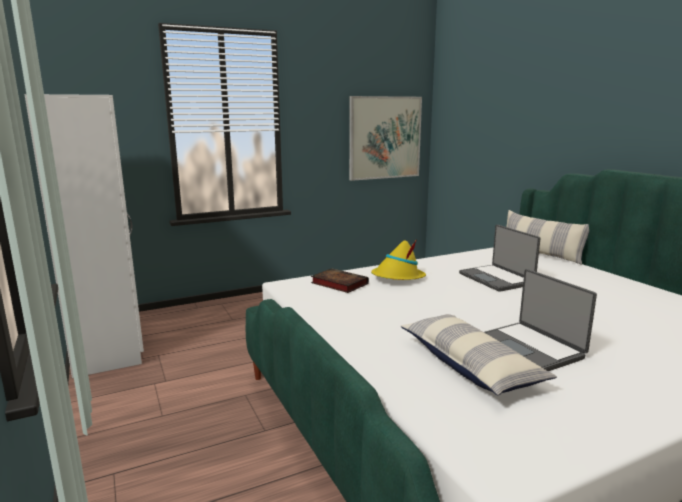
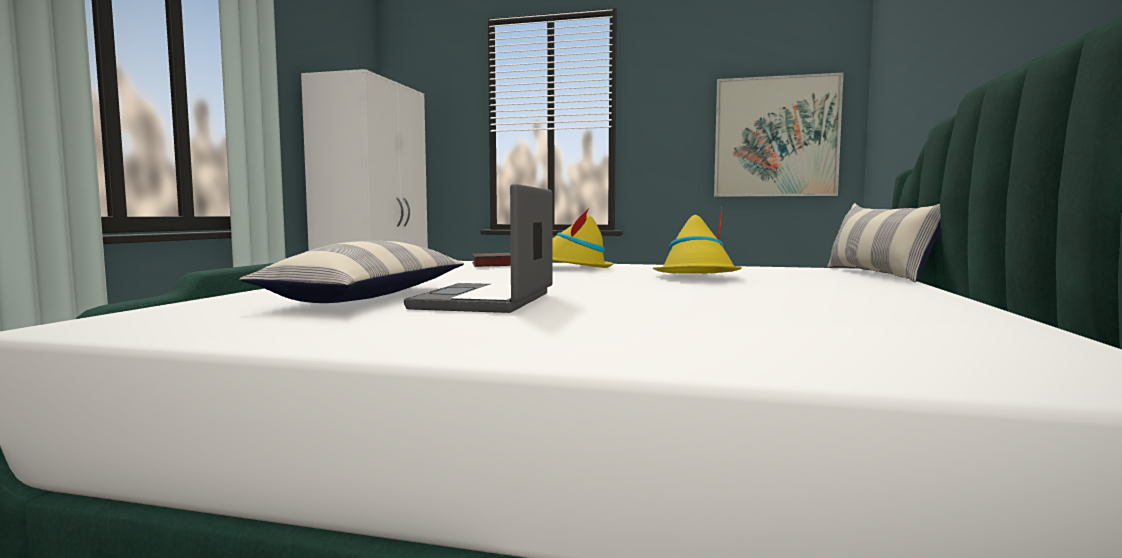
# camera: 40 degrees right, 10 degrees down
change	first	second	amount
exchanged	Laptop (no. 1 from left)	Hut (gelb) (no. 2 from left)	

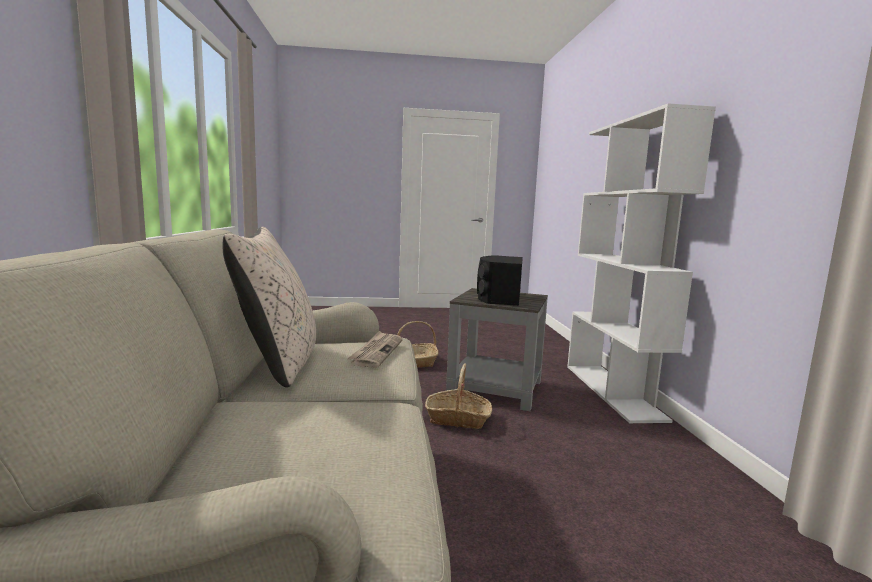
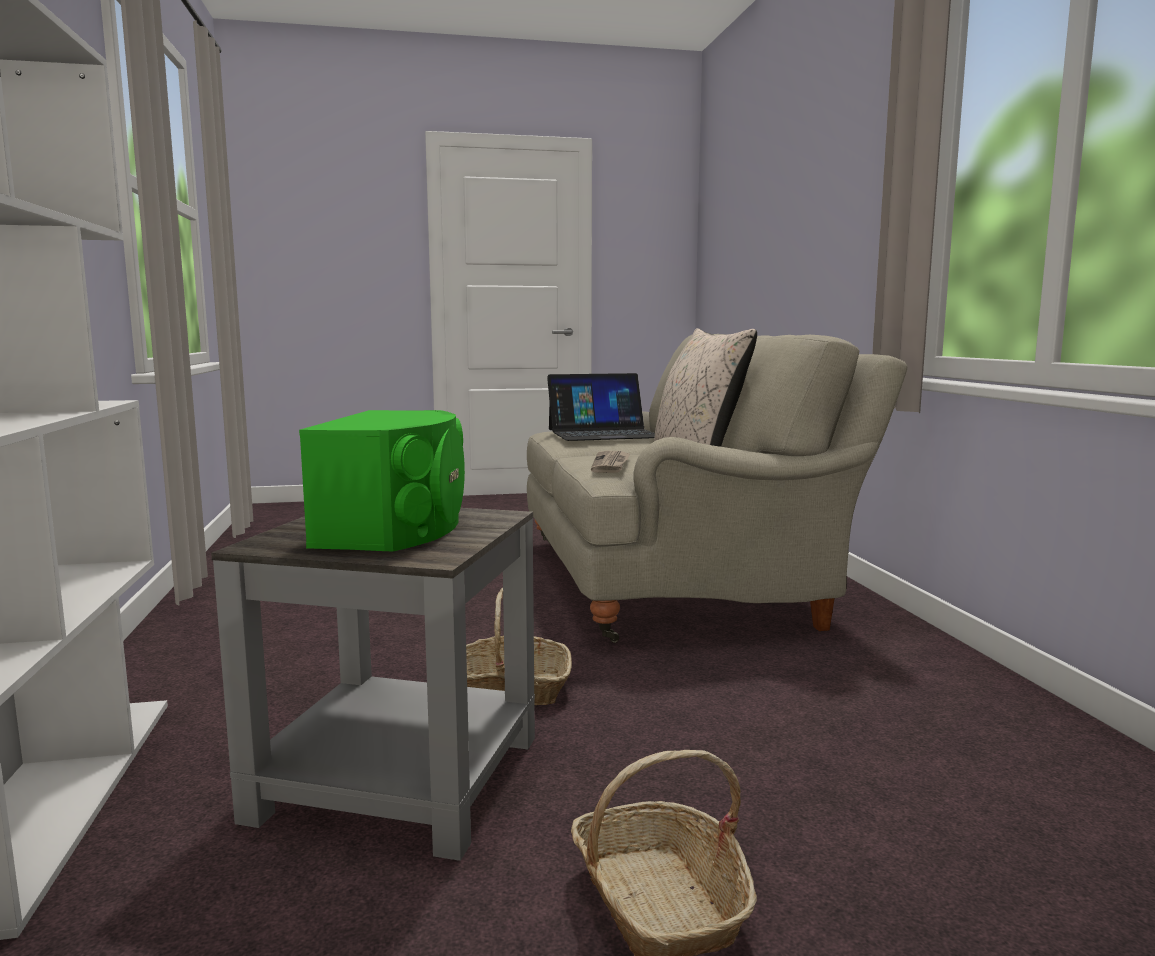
# camera: 175 degrees right, 0 degrees up
change	first	second	amount
colour	Lautsprecher (schwarz)	Lautsprecher (grün)	
appeared		Laptop	

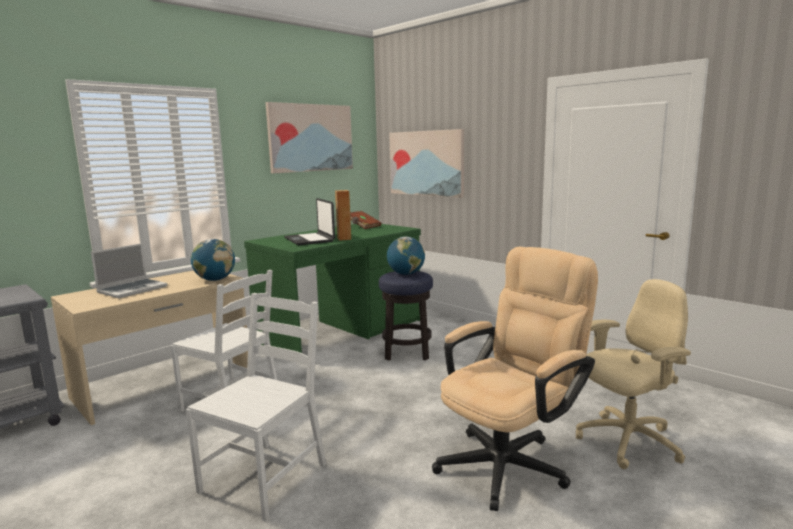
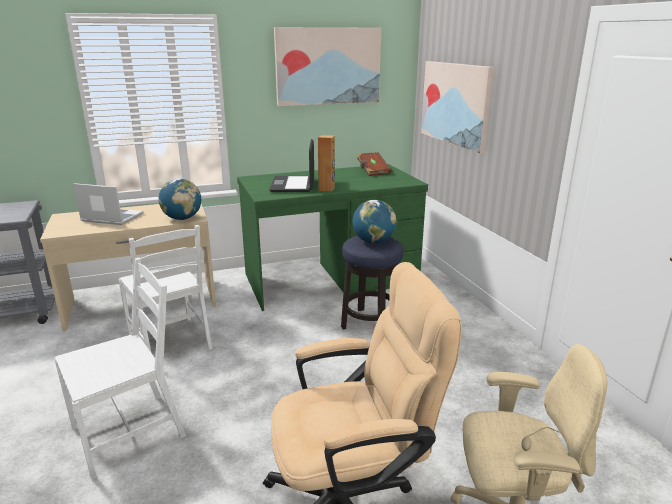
# camera: 25 degrees right, 10 degrees up
change	first	second	amount
spun	Laptop (no. 1 from left)		135 degrees counterclockwise

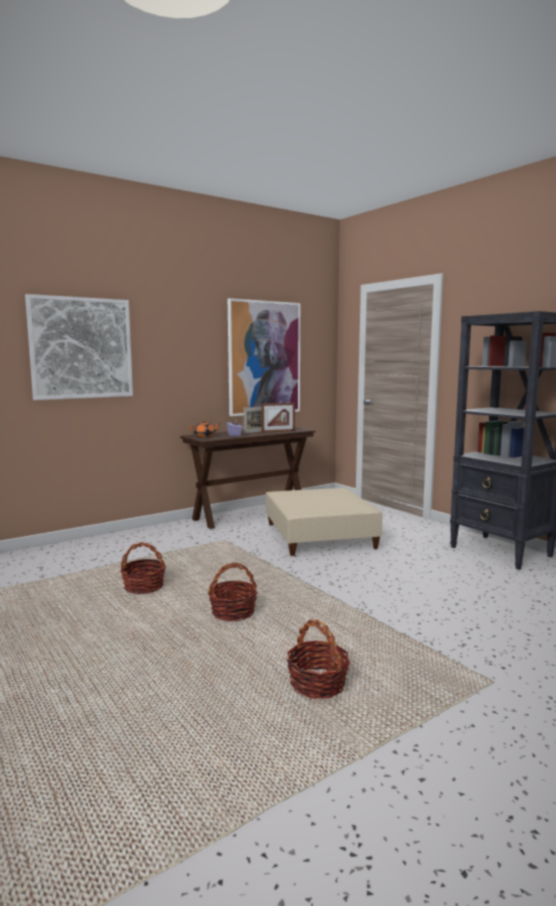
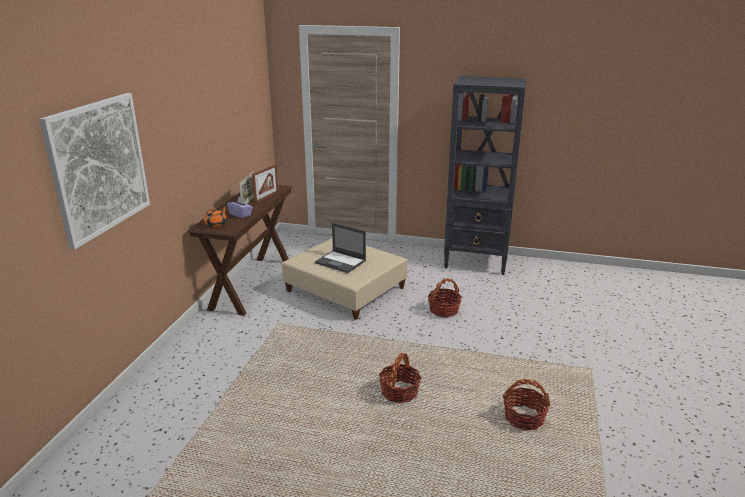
# camera: 40 degrees left, 15 degrees up
change	first	second	amount
appeared		Laptop	
relocated	Korb (no. 1 from left in the first image)	Korb (no. 2 from left)	
missing	Bild (no. 2 from left)		

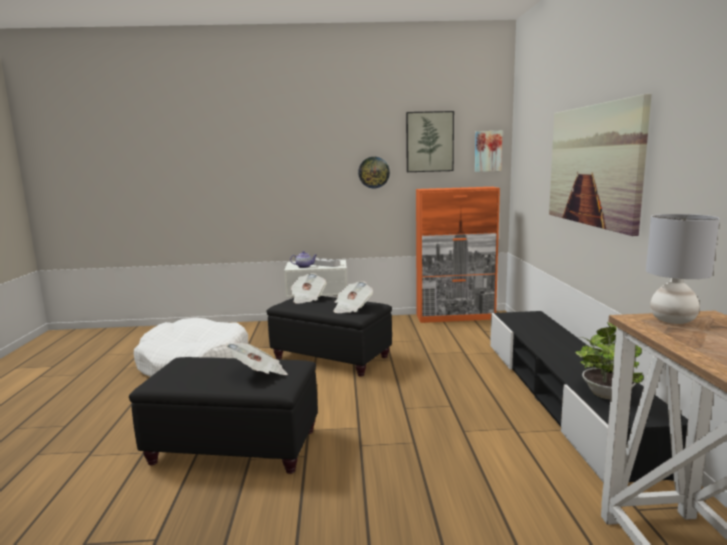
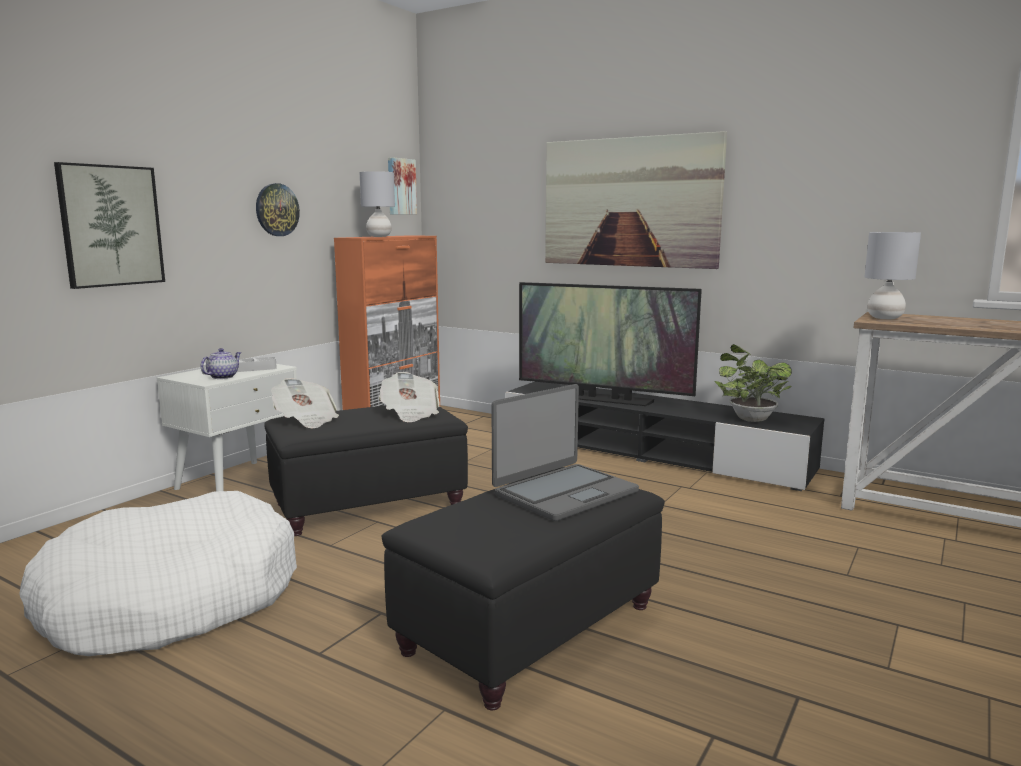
# camera: 55 degrees left, 0 degrees up
change	first	second	amount
relocated	Bild (no. 1 from left)		
appeared		Tischlampe (grau) (no. 1 from left)	
exchanged	Zeitung (no. 1 from left)	Laptop	
appeared		Fernseher	

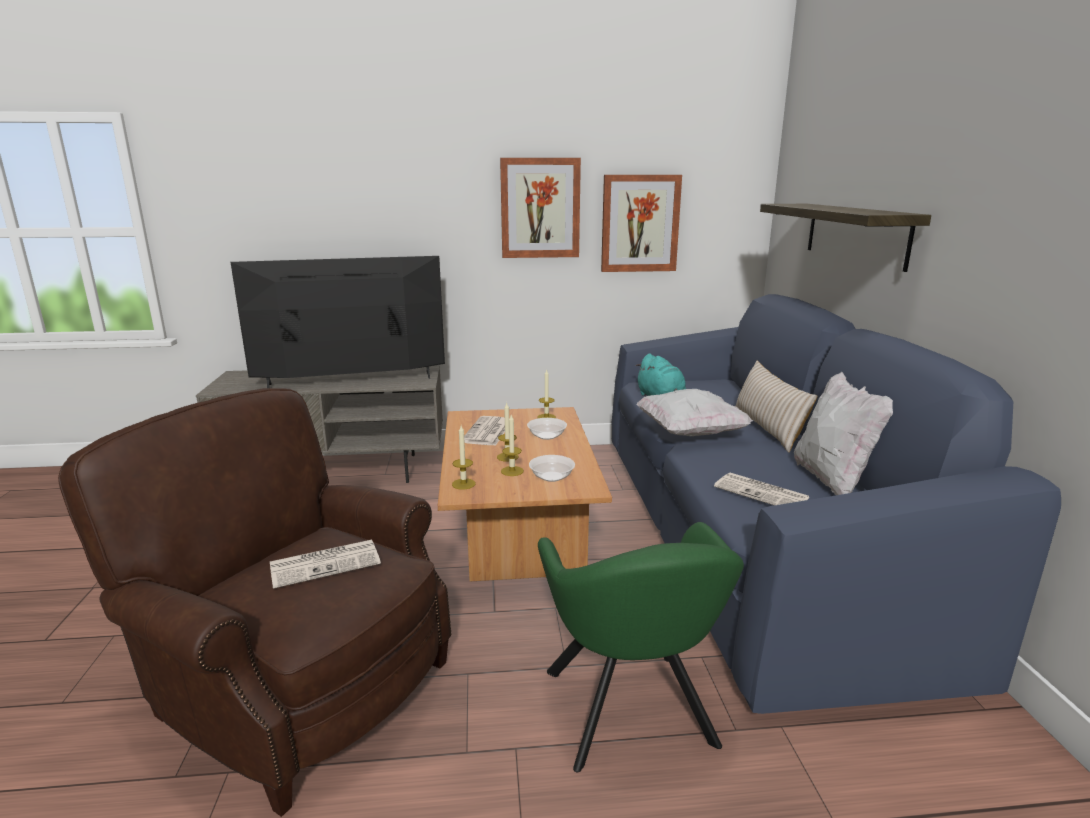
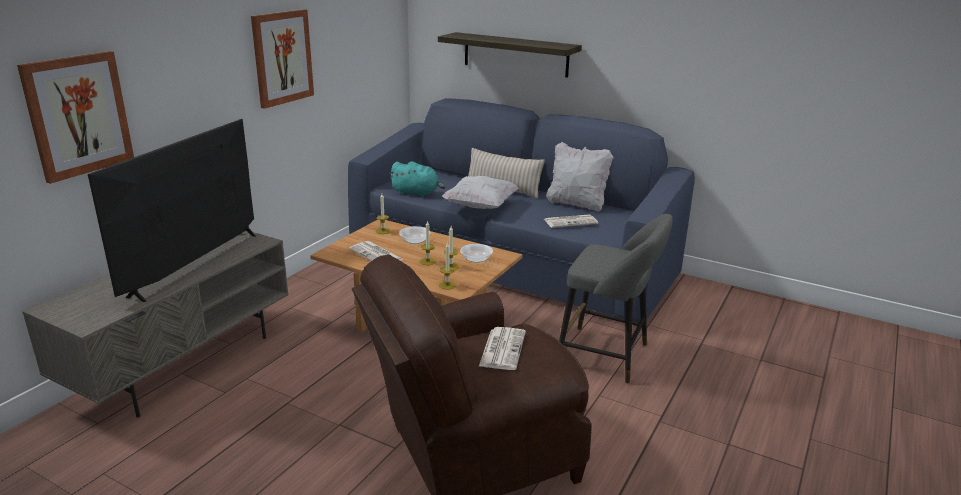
# camera: 55 degrees left, 5 degrees up
change	first	second	amount
relocated	Bild (no. 2 from left in the first image)	Bild (no. 1 from left)	
exchanged	Sessel (grün)	Hocker (grau)	

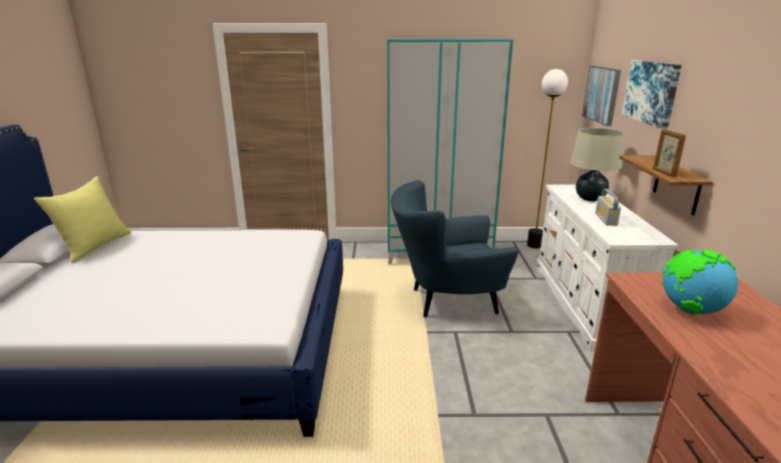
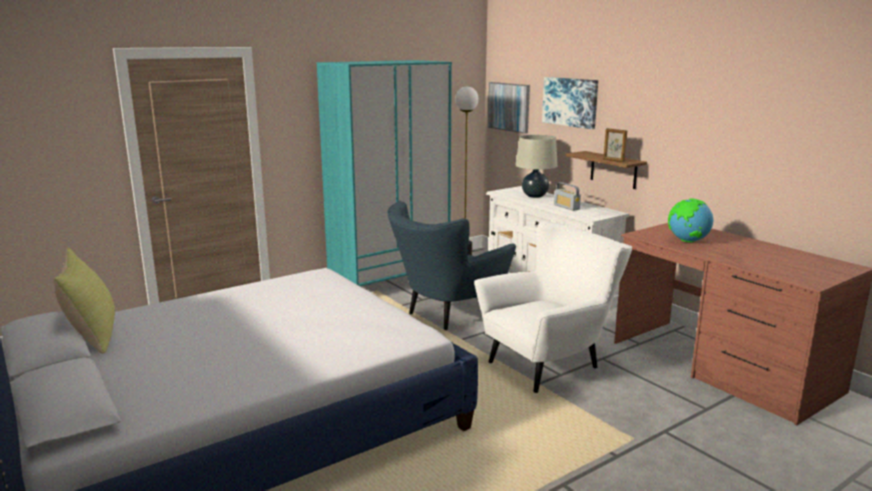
# camera: 35 degrees left, 5 degrees down
change	first	second	amount
appeared		Sessel (weiß)	

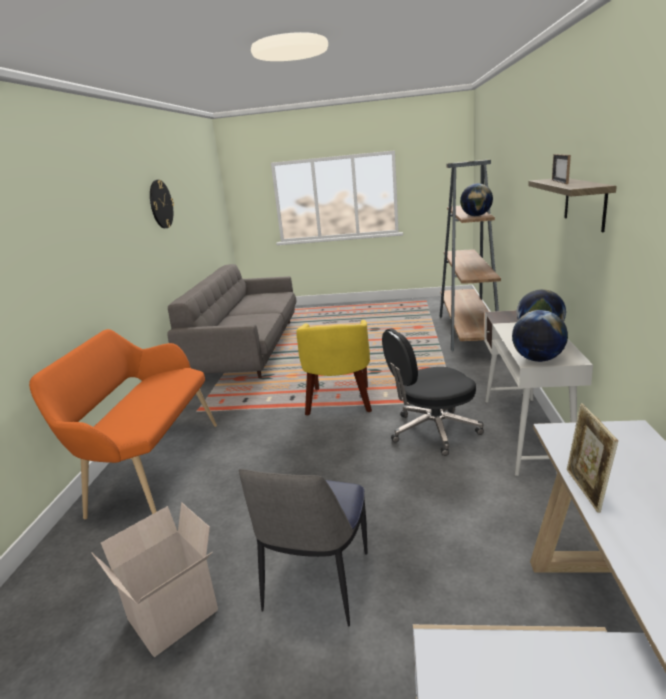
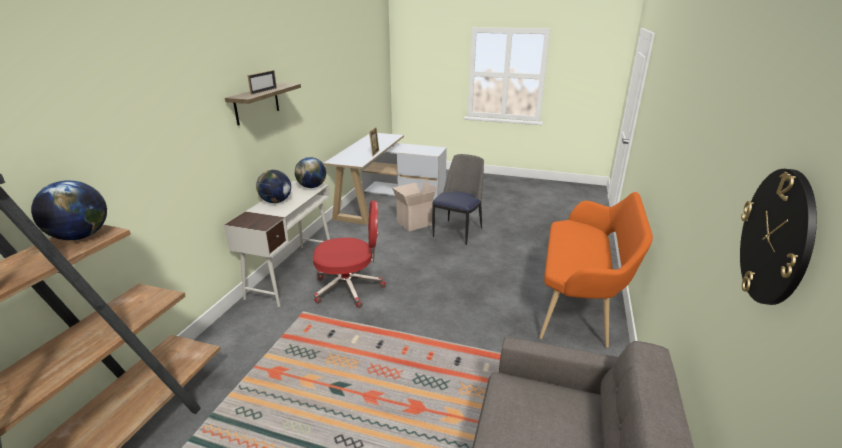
# camera: 170 degrees left, 5 degrees up
change	first	second	amount
colour	Bürostuhl (schwarz)	Bürostuhl (rot)	
relocated	Karton		
missing	Sessel (gelb)		

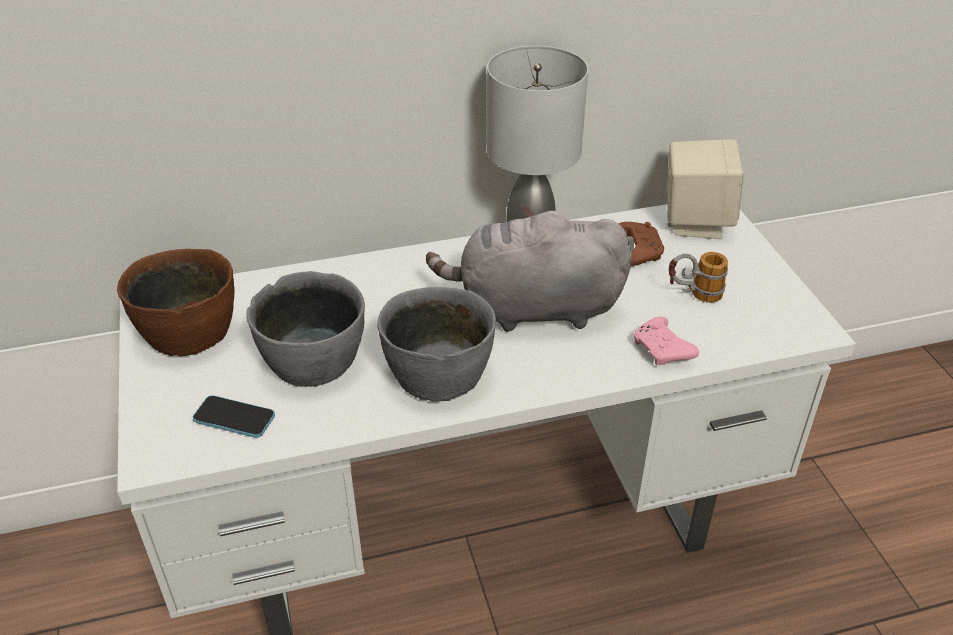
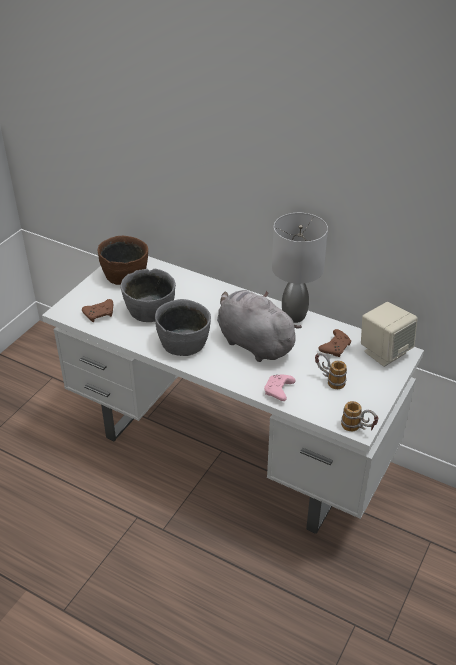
# camera: 45 degrees right, 0 degrees up
change	first	second	amount
exchanged	Handy	Gamepad (braun) (no. 1 from left)	
appeared		Henkelbecher (no. 2 from left)	

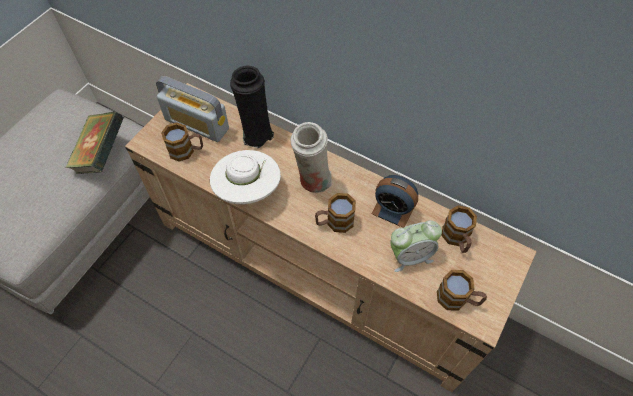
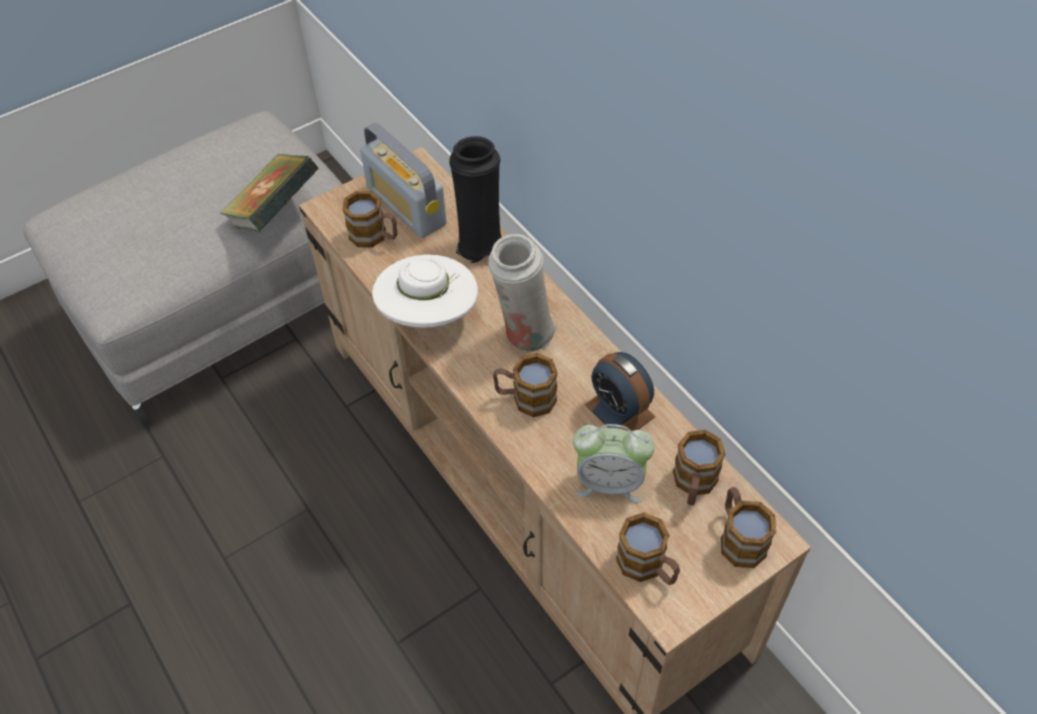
# camera: 25 degrees right, 5 degrees down
change	first	second	amount
appeared		Henkelbecher (no. 5 from left)	

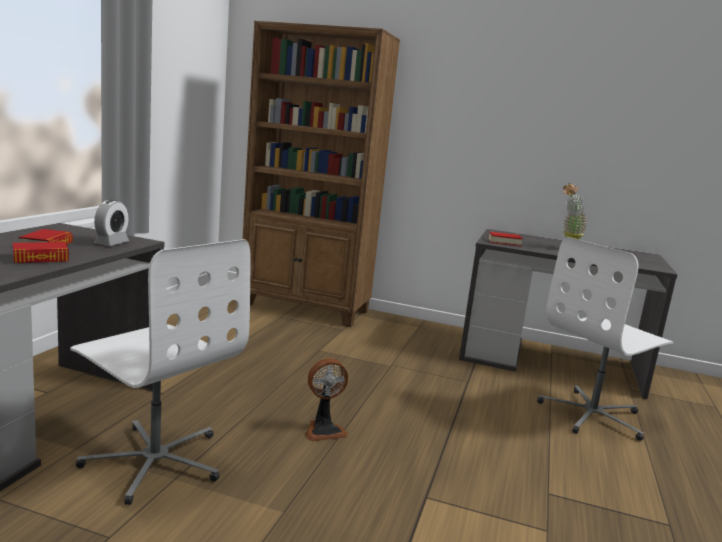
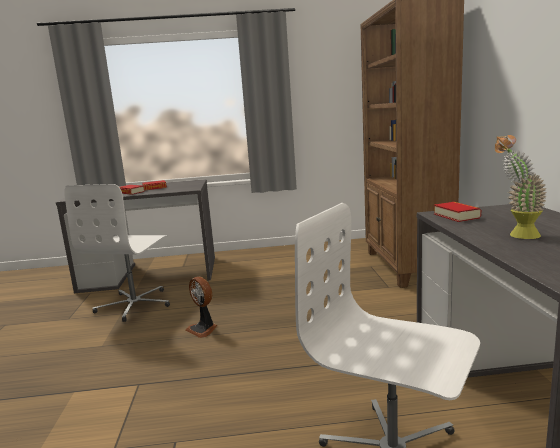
# camera: 70 degrees right, 0 degrees up
change	first	second	amount
missing	Wecker		

